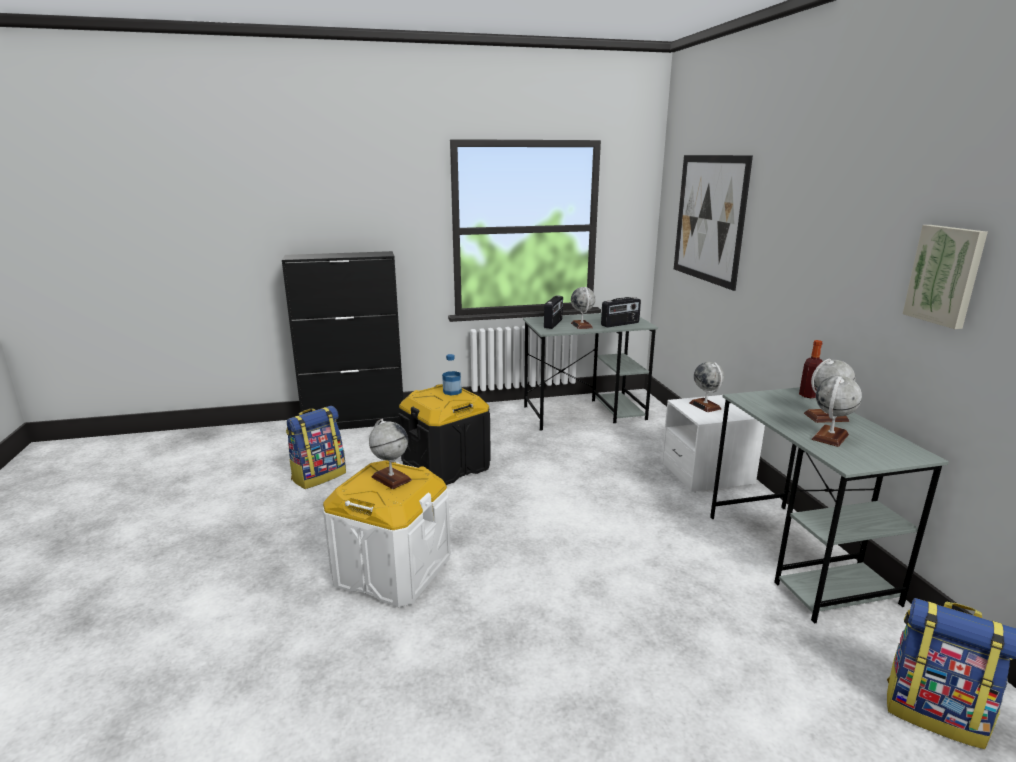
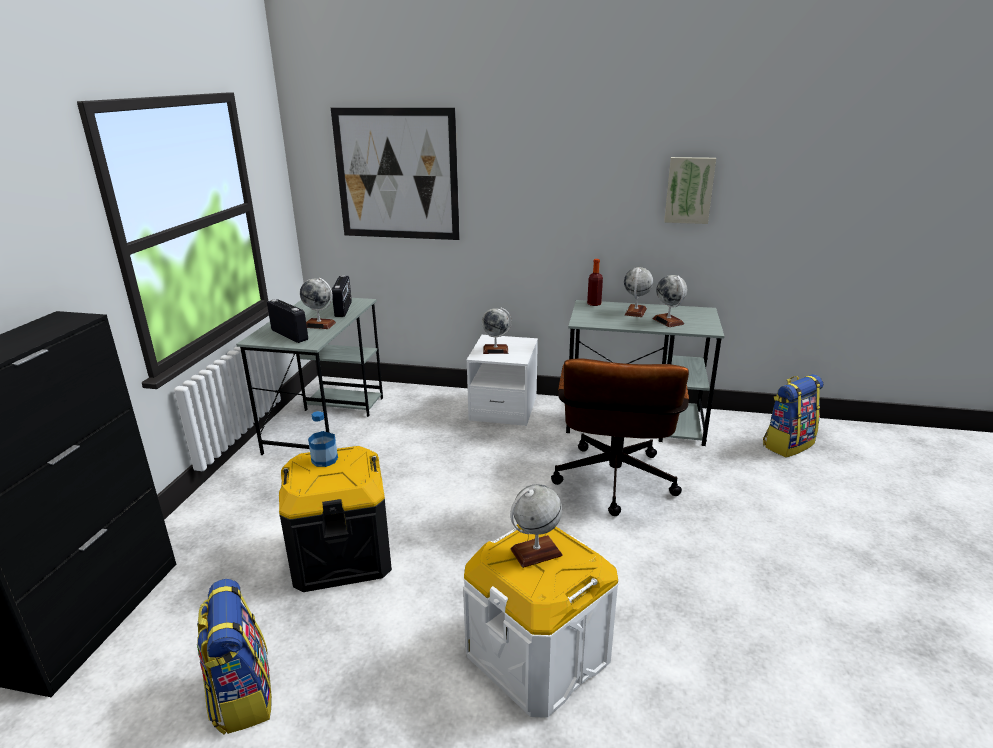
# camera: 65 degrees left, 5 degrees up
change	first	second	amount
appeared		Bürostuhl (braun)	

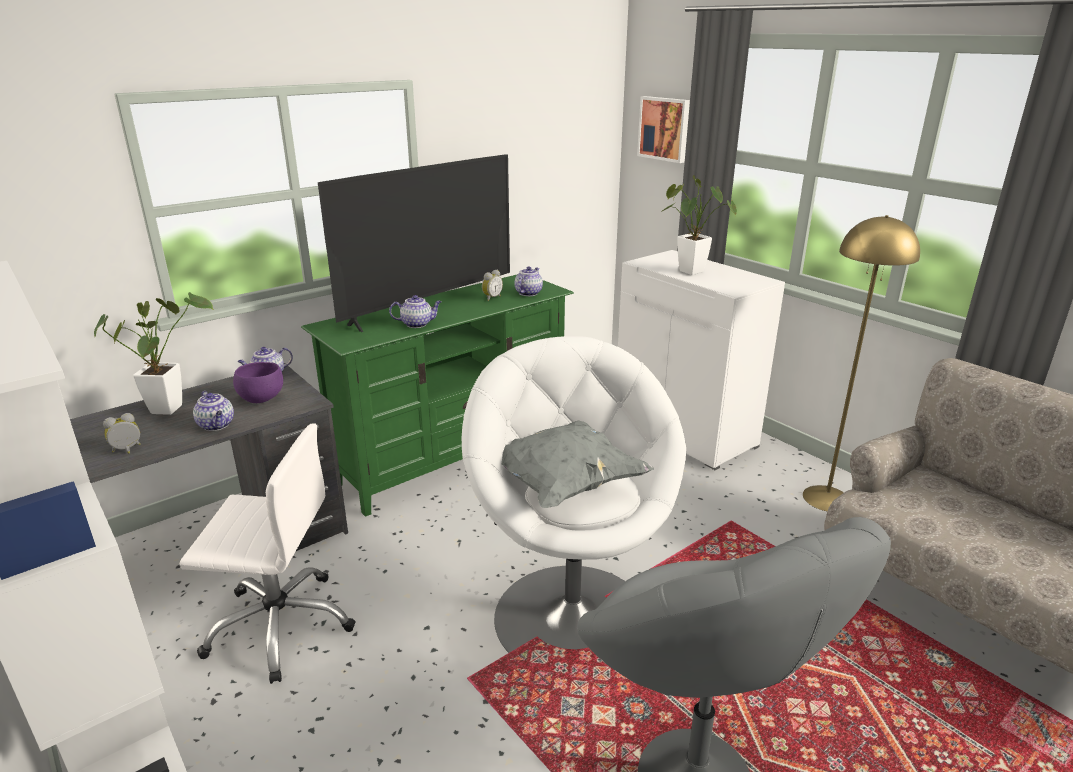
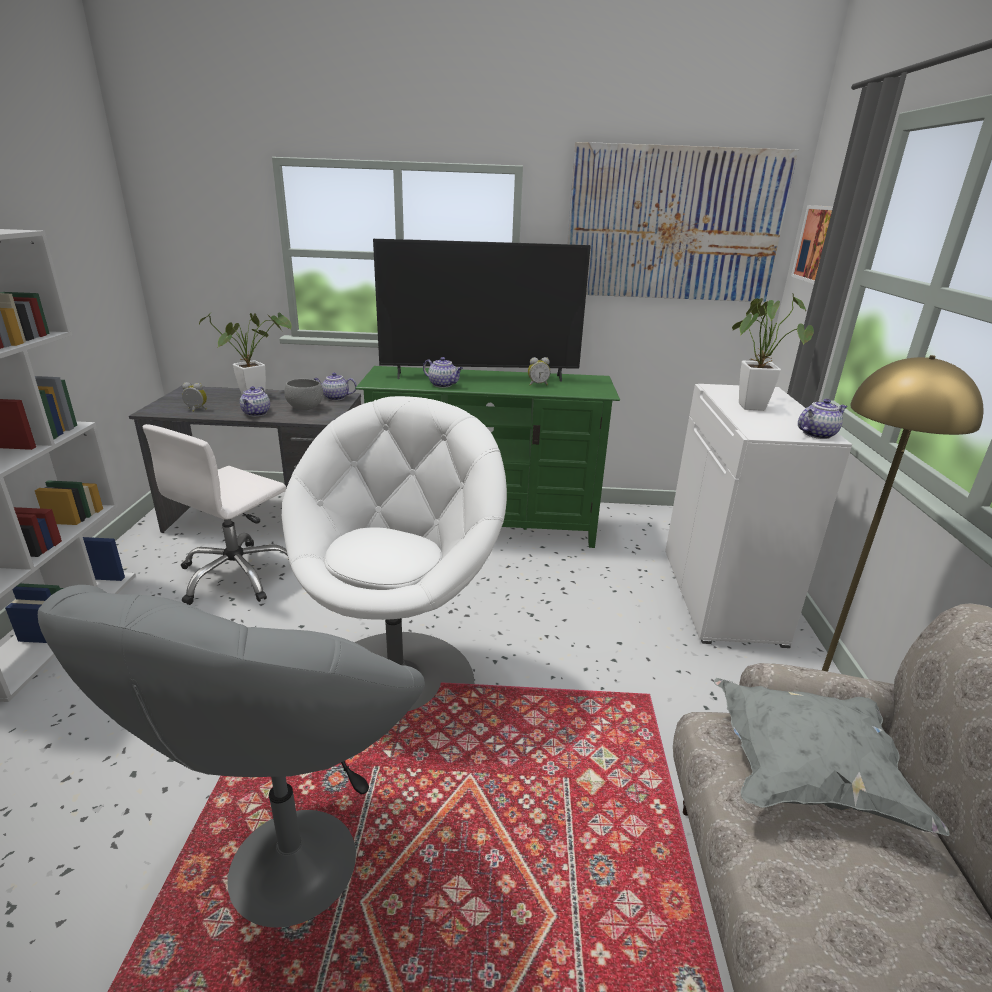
# camera: 40 degrees right, 0 degrees up
change	first	second	amount
spun	Bürostuhl (weiß)		75 degrees clockwise
colour	Schüssel (lila)	Schüssel (grau)	
appeared		Bild (no. 1 from left)	
relocated	Kissen (grau)		
relocated	Teekanne (no. 4 from left)		

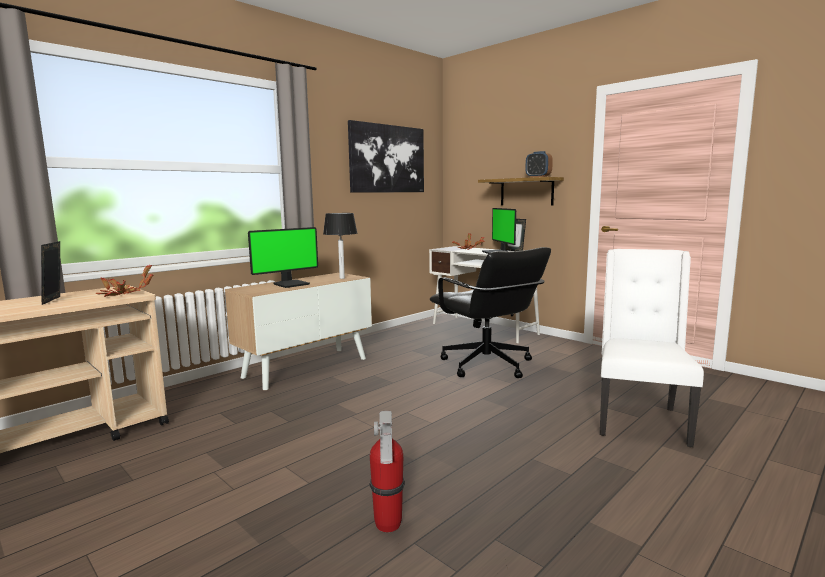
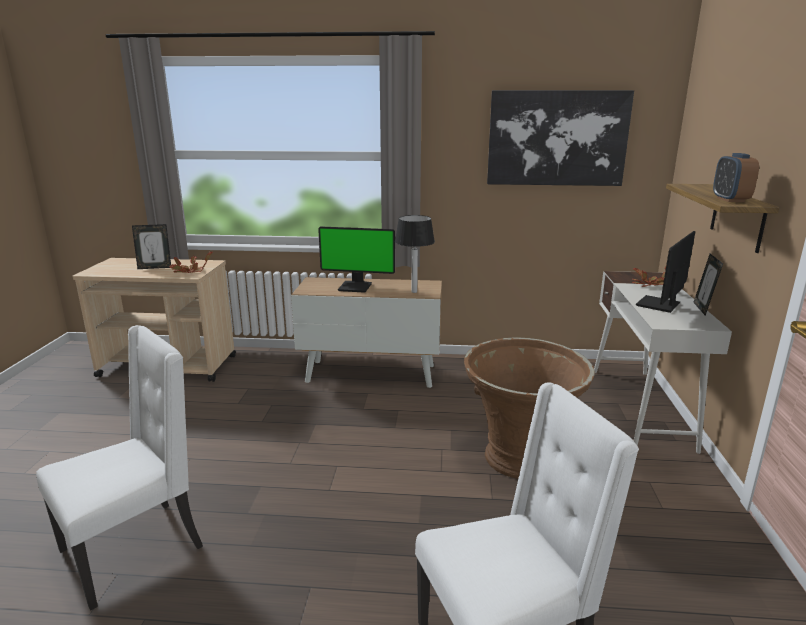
# camera: 50 degrees right, 10 degrees up
change	first	second	amount
exchanged	Feuerlöscher	Stuhl (weiß) (no. 1 from left)	
spun	Bilderrahmen (no. 1 from left)		135 degrees counterclockwise
exchanged	Bürostuhl (schwarz)	Pflanzkübel (braun)	

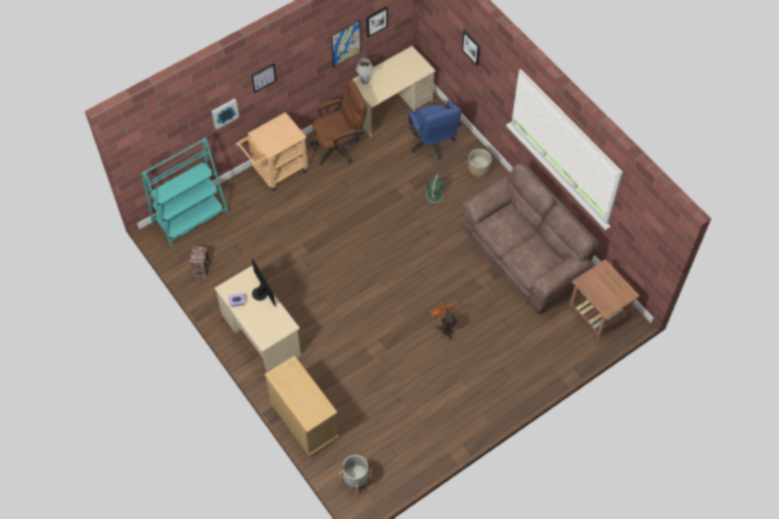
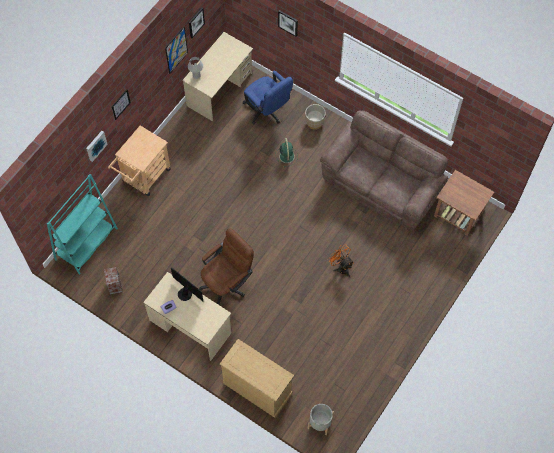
# camera: 20 degrees left, 5 degrees up
change	first	second	amount
relocated	Bürostuhl (braun)		

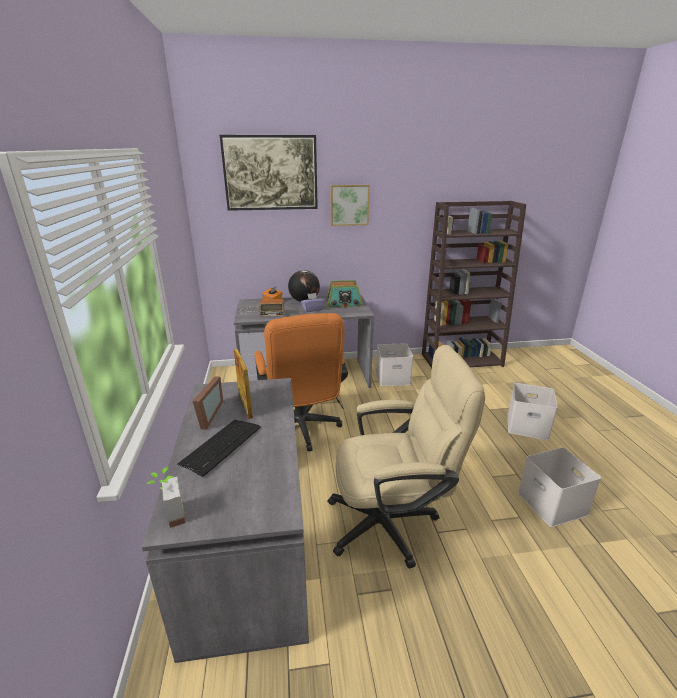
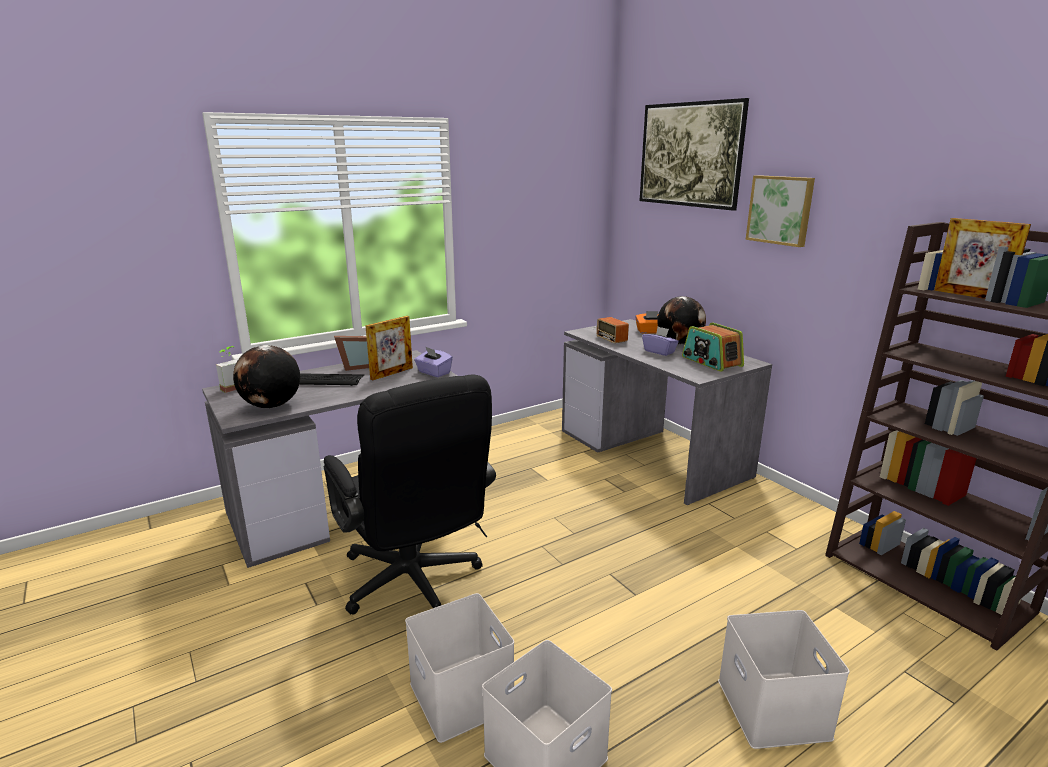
# camera: 65 degrees right, 5 degrees down
change	first	second	amount
appeared		Globus (no. 1 from left)	
colour	Bürostuhl (beige)	Bürostuhl (schwarz)	
relocated	Aufbewahrungsbox (weiß) (no. 1 from left)		
appeared		Taschentuchbox (lila) (no. 1 from left)	
appeared		Bilderrahmen (no. 3 from left)	
missing	Bürostuhl (orange)		

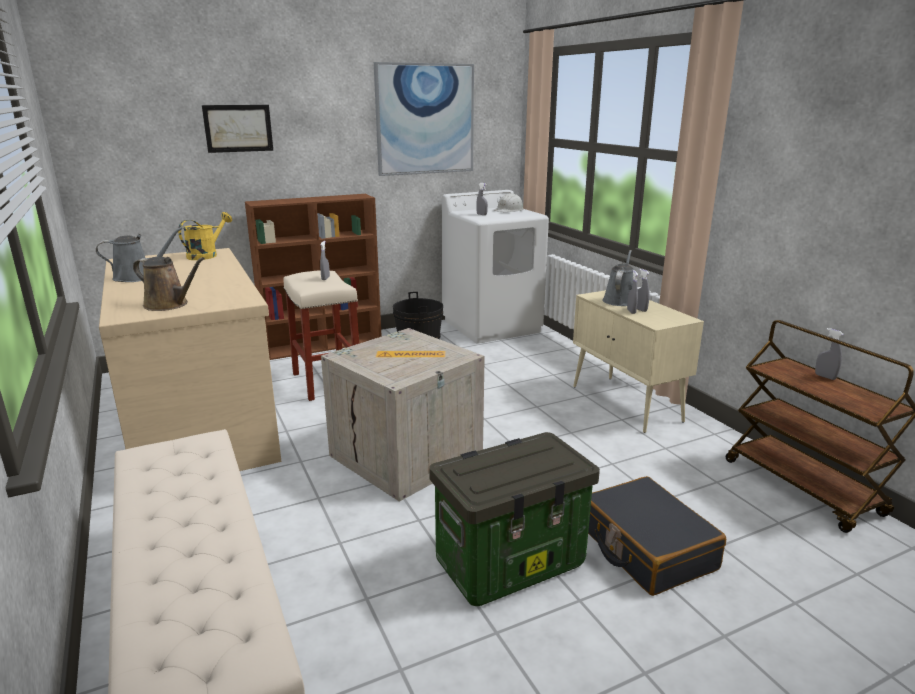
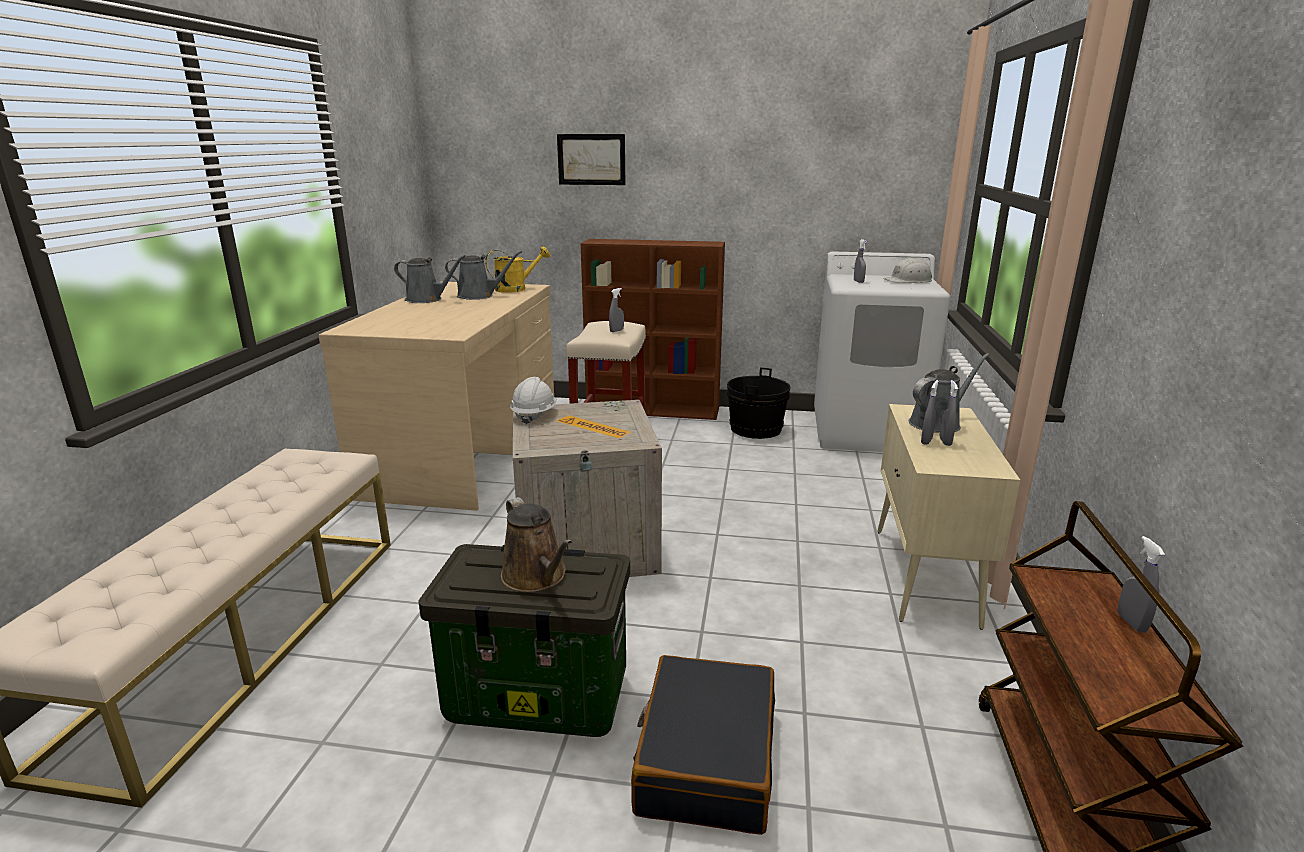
# camera: 35 degrees right, 0 degrees up
change	first	second	amount
appeared		Gießkanne (grau) (no. 2 from left)	
relocated	Gießkanne (braun)		
appeared		Schutzhelm (weiß) (no. 1 from left)	
missing	Bild (no. 2 from left)		

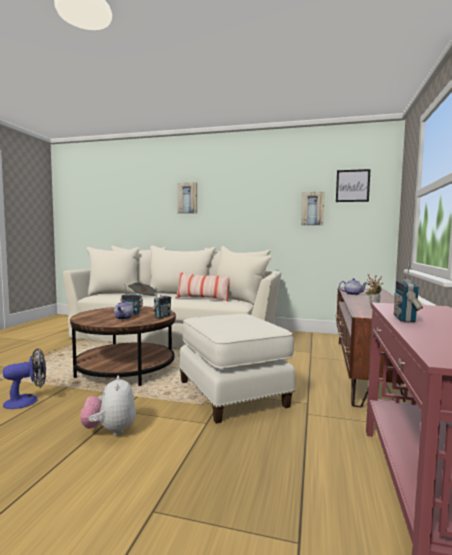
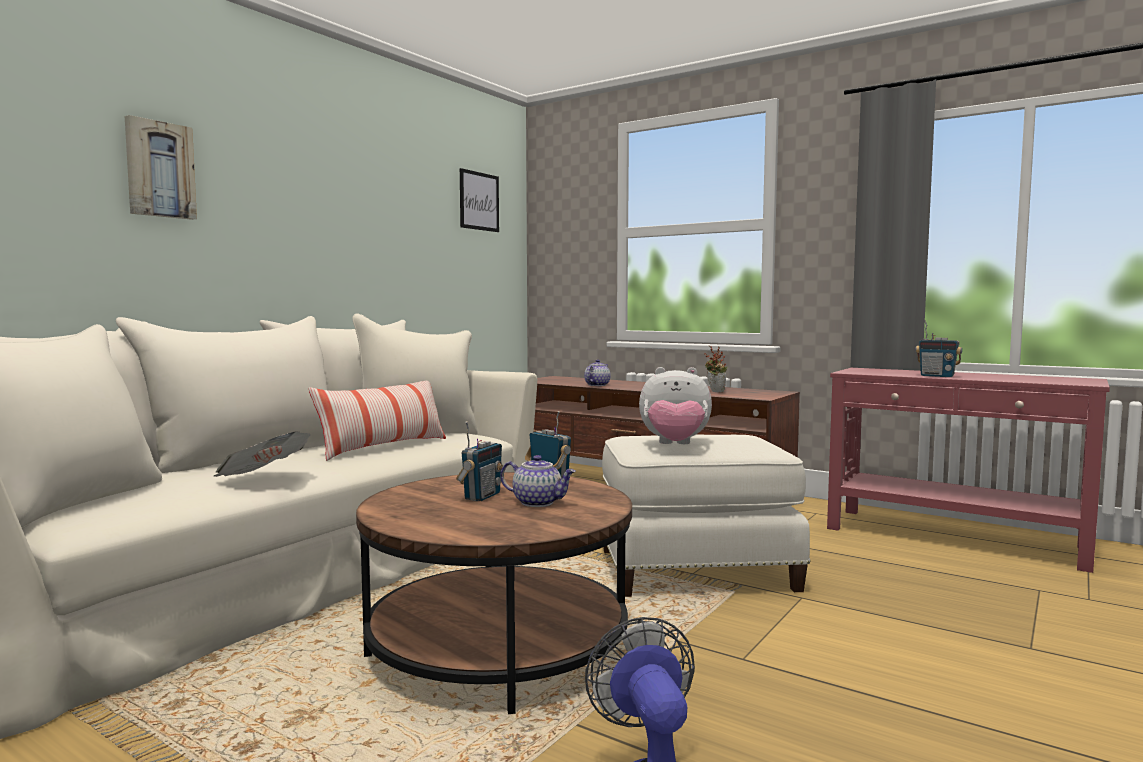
# camera: 70 degrees left, 0 degrees up
change	first	second	amount
relocated	Plüschtier		
missing	Bild (no. 2 from left)		

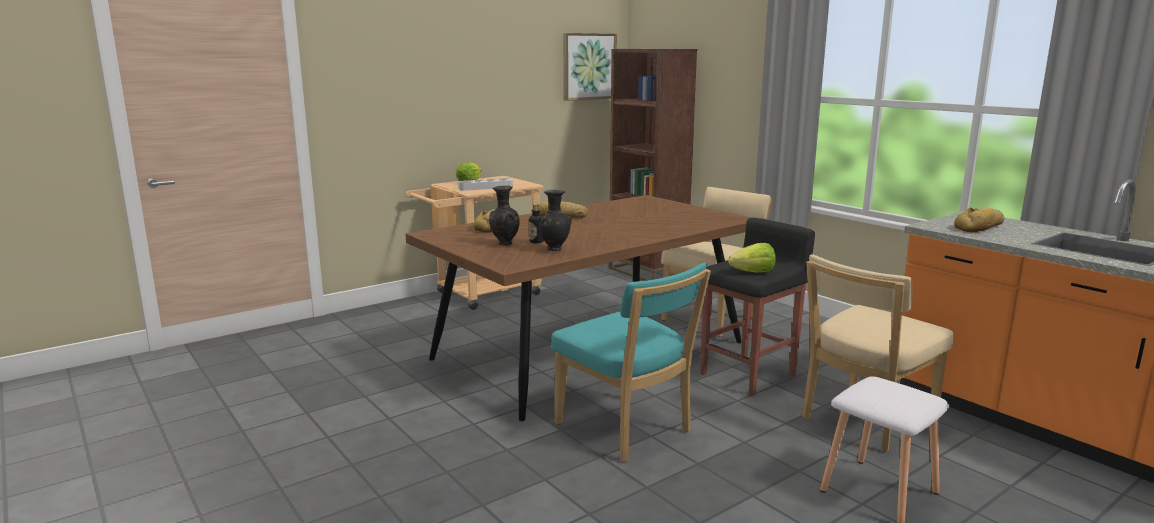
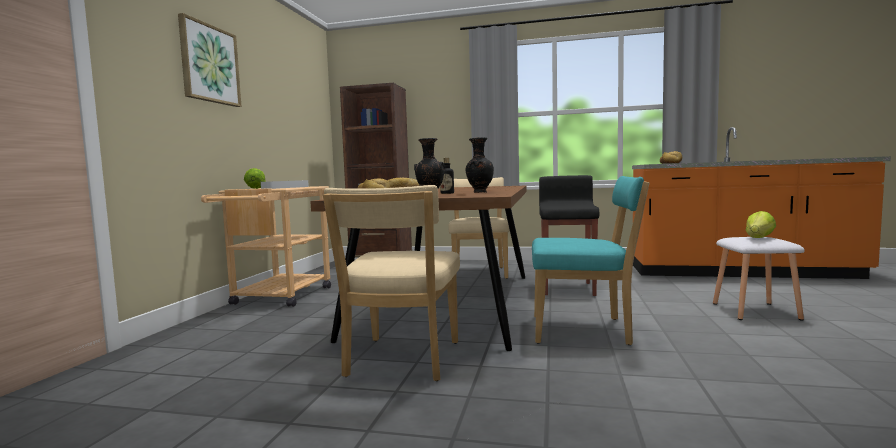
# camera: 40 degrees left, 10 degrees down
change	first	second	amount
relocated	Bild		
relocated	Stuhl (beige) (no. 2 from left in the first image)	Stuhl (beige) (no. 1 from left)	
relocated	Salatkopf (no. 2 from left)		

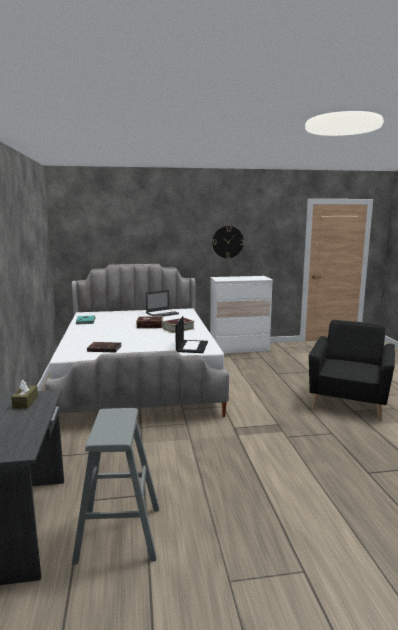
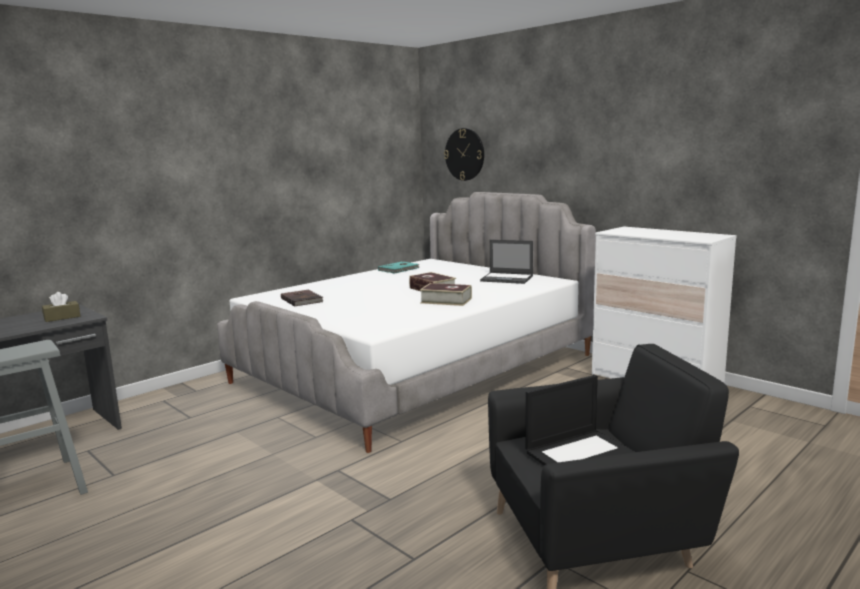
# camera: 55 degrees right, 0 degrees up
change	first	second	amount
relocated	Wanduhr		
relocated	Laptop (no. 2 from left)		

